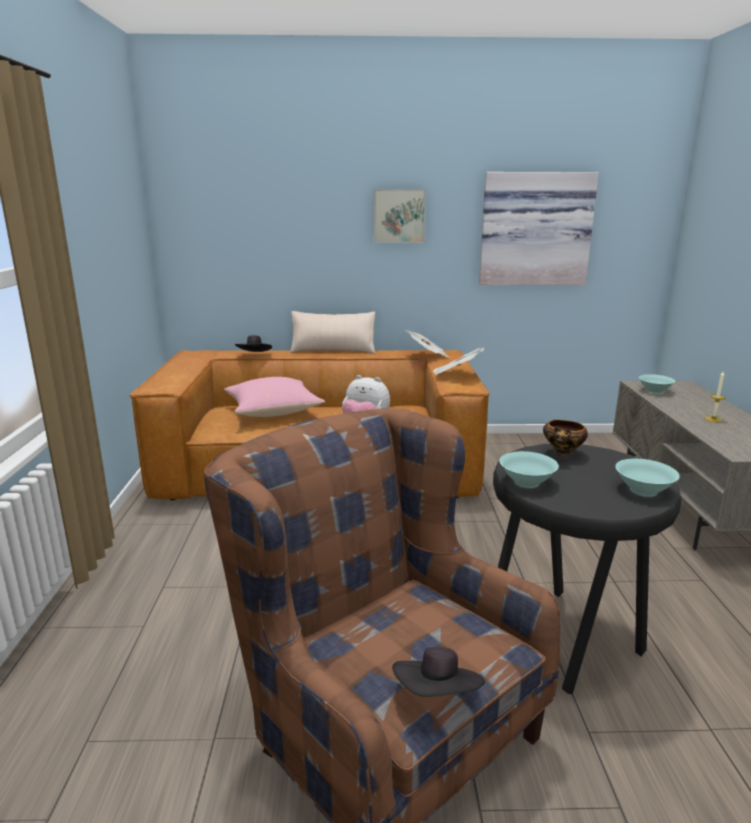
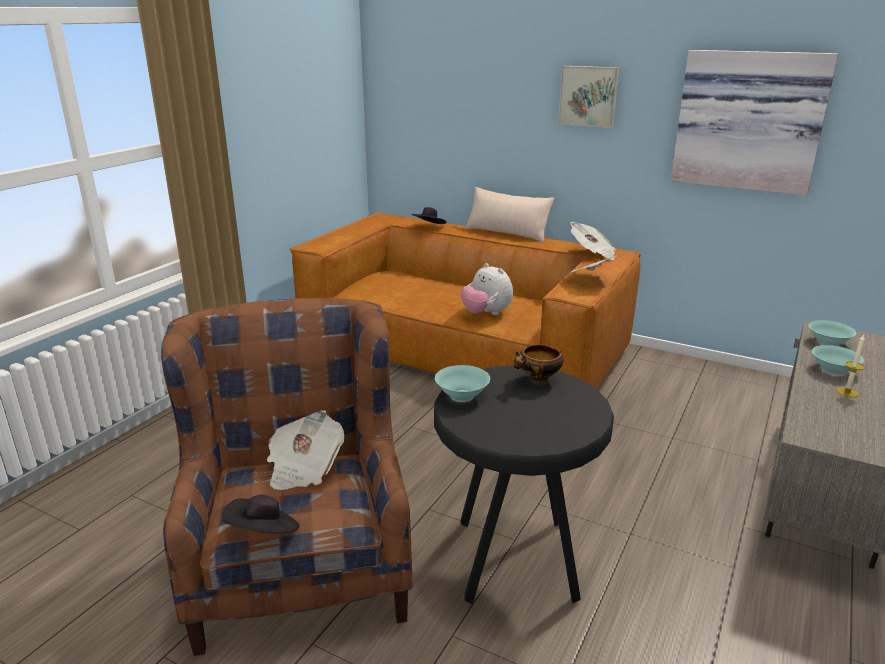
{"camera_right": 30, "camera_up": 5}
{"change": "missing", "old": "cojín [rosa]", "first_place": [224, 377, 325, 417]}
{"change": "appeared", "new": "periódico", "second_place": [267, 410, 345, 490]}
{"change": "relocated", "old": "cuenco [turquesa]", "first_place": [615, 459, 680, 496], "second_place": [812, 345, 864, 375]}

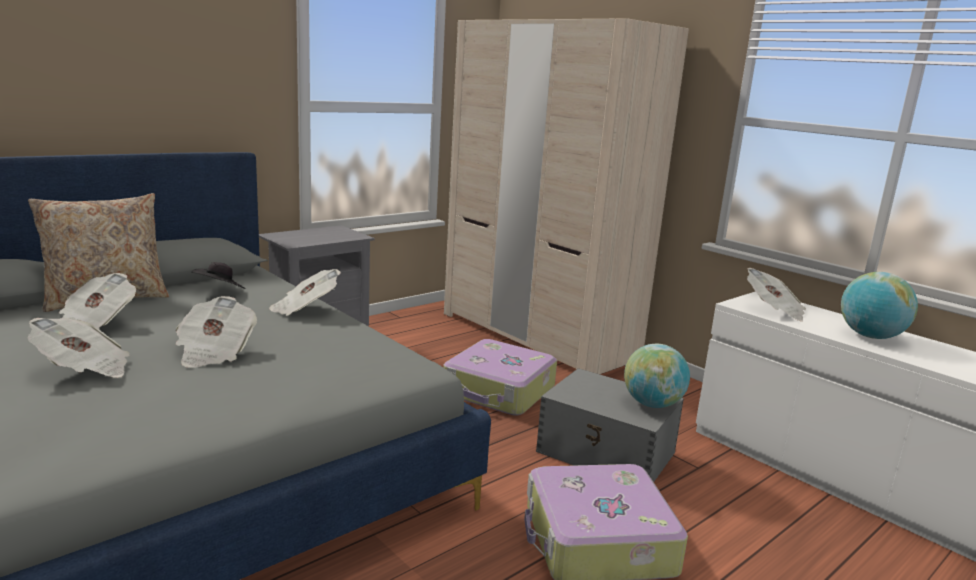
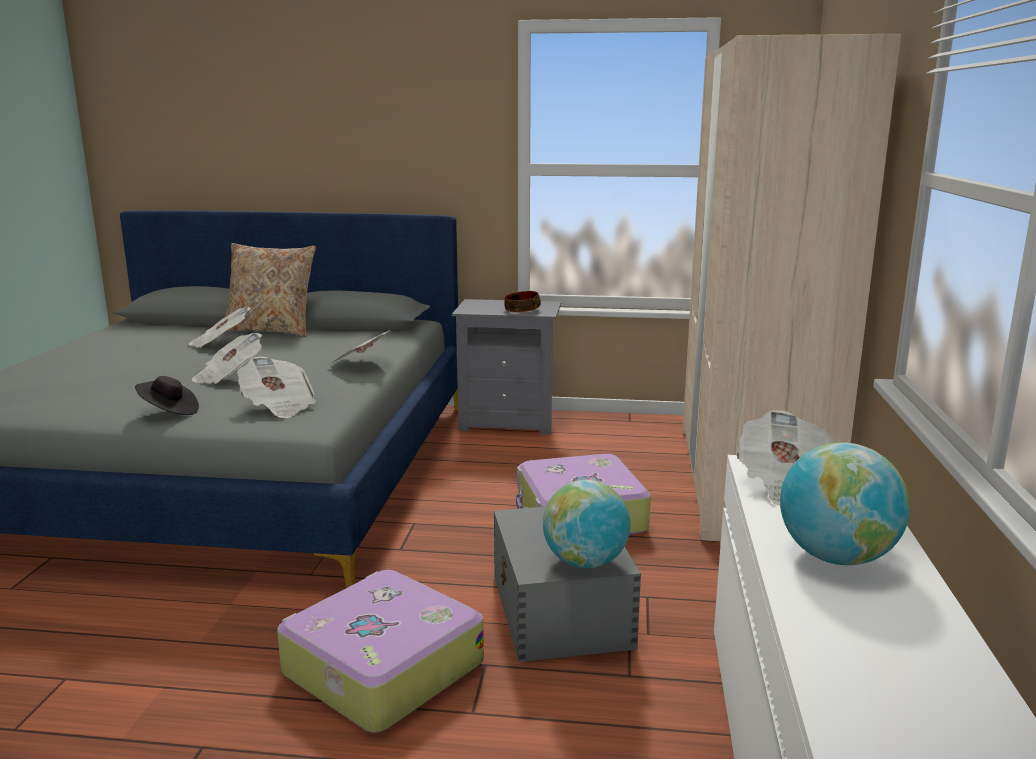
{"camera_right": 50, "camera_up": 0}
{"change": "appeared", "new": "cuenco", "second_place": [504, 291, 541, 312]}
{"change": "relocated", "old": "periódico", "first_place": [27, 318, 130, 378], "second_place": [237, 356, 316, 418]}
{"change": "relocated", "old": "sombrero [negro]", "first_place": [191, 262, 246, 289], "second_place": [135, 376, 199, 415]}

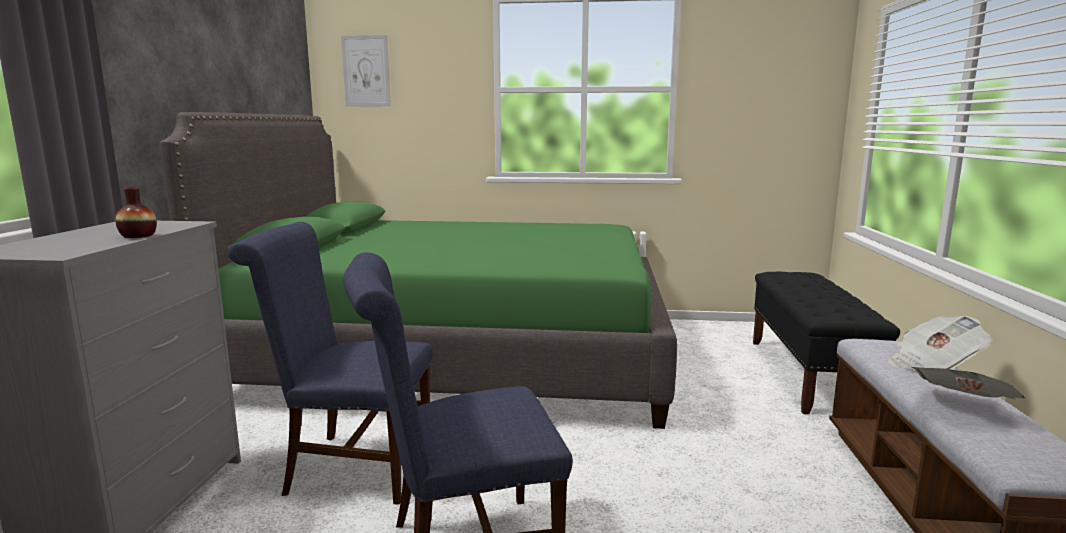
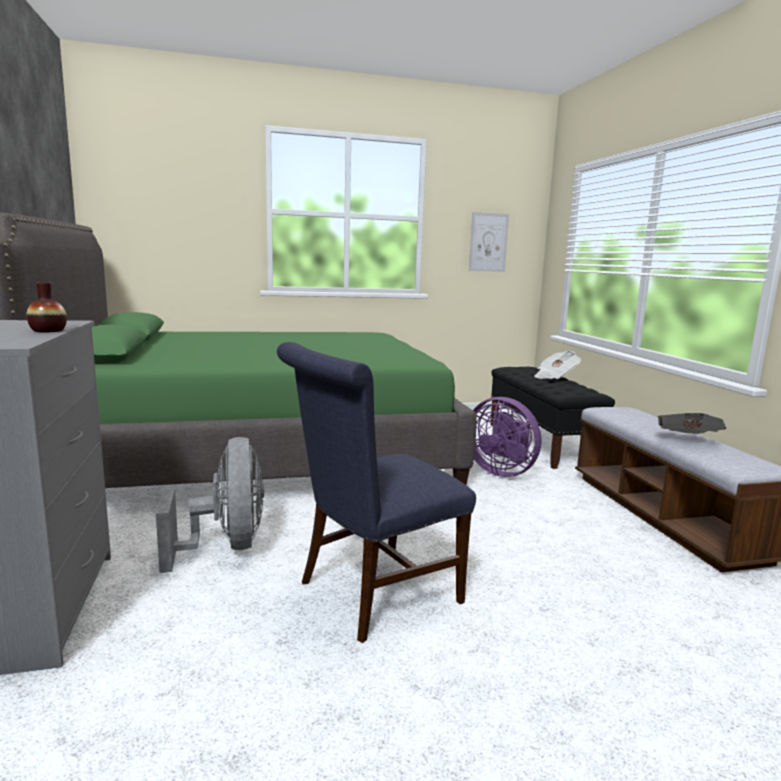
{"camera_right": -20, "camera_up": 0}
{"change": "appeared", "new": "ventilador [morado]", "second_place": [473, 397, 541, 477]}
{"change": "relocated", "old": "cuadro", "first_place": [341, 35, 391, 106], "second_place": [469, 212, 509, 272]}
{"change": "relocated", "old": "periódico", "first_place": [888, 316, 992, 371], "second_place": [535, 351, 581, 379]}
{"change": "exchanged", "old": "silla [azul]", "new": "ventilador [gris]", "first_place": [228, 222, 433, 505], "second_place": [156, 437, 264, 573]}

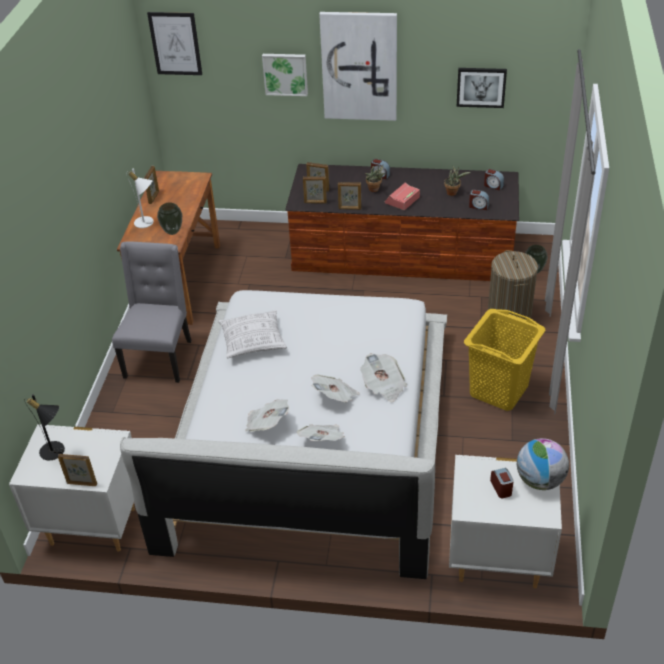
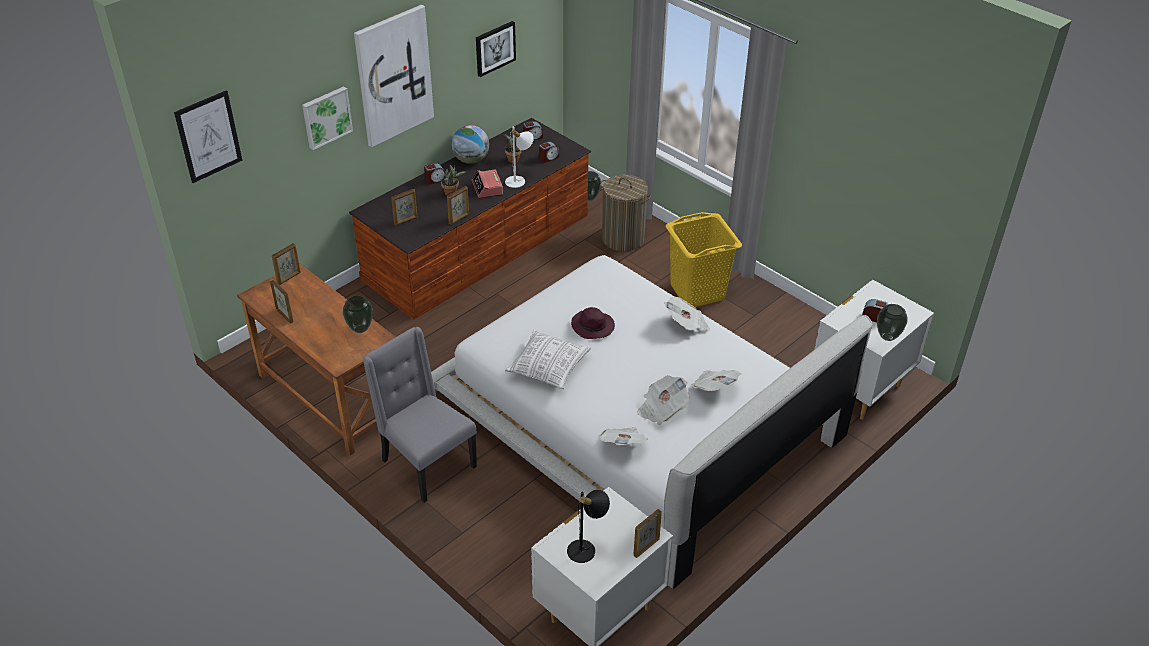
{"camera_right": -55, "camera_up": 0}
{"change": "appeared", "new": "sombrero [morado]", "second_place": [571, 307, 615, 339]}
{"change": "appeared", "new": "florero", "second_place": [877, 304, 907, 341]}
{"change": "relocated", "old": "lámpara de mesa [blanco]", "first_place": [126, 169, 154, 228], "second_place": [505, 127, 534, 188]}
{"change": "relocated", "old": "portarretratos", "first_place": [303, 176, 327, 203], "second_place": [272, 243, 301, 285]}
{"change": "relocated", "old": "periódico", "first_place": [311, 374, 360, 403], "second_place": [598, 427, 648, 445]}
{"change": "relocated", "old": "globo terráqueo", "first_place": [517, 438, 569, 490], "second_place": [451, 125, 489, 164]}

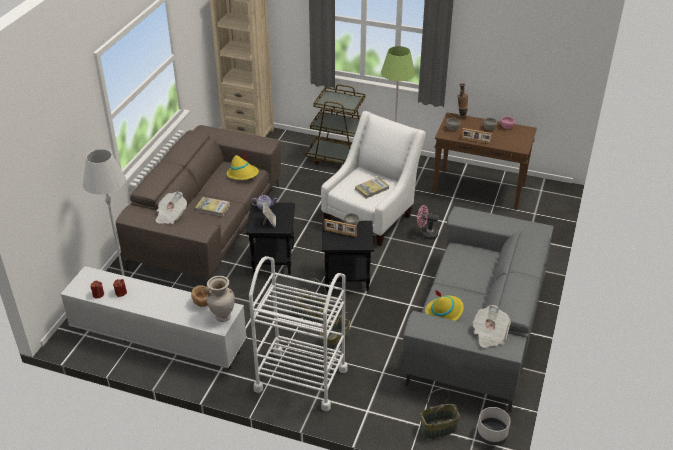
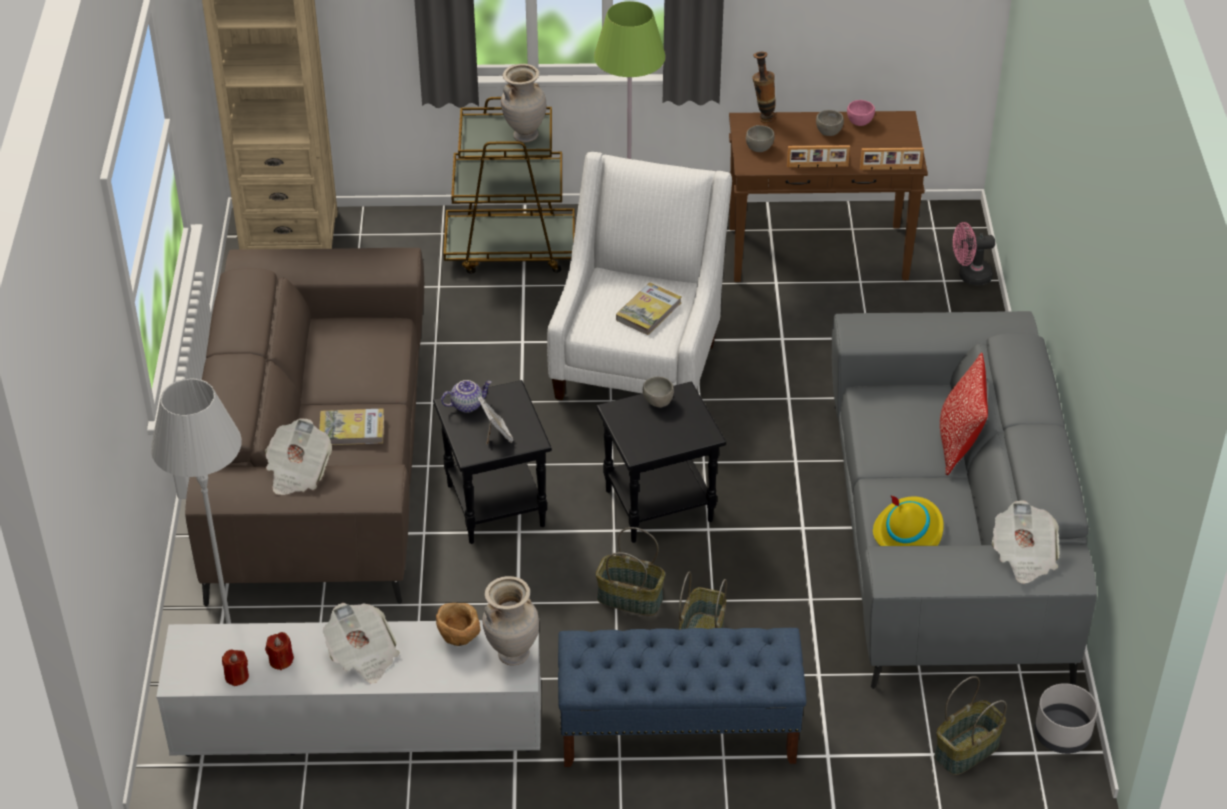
{"camera_right": -20, "camera_up": 5}
{"change": "missing", "old": "sombrero [amarillo]", "first_place": [227, 150, 259, 180]}
{"change": "appeared", "new": "periódico", "second_place": [323, 603, 400, 683]}
{"change": "appeared", "new": "florero [beis]", "second_place": [501, 64, 546, 142]}
{"change": "appeared", "new": "cojín", "second_place": [940, 352, 988, 476]}
{"change": "relocated", "old": "portarretratos", "first_place": [324, 219, 357, 237], "second_place": [860, 148, 924, 170]}
{"change": "relocated", "old": "ventilador [rosa]", "first_place": [417, 205, 439, 240], "second_place": [953, 222, 995, 285]}
{"change": "exchanged", "old": "carrito [blanco]", "new": "banco [azul]", "first_place": [249, 256, 348, 411], "second_place": [558, 628, 806, 767]}

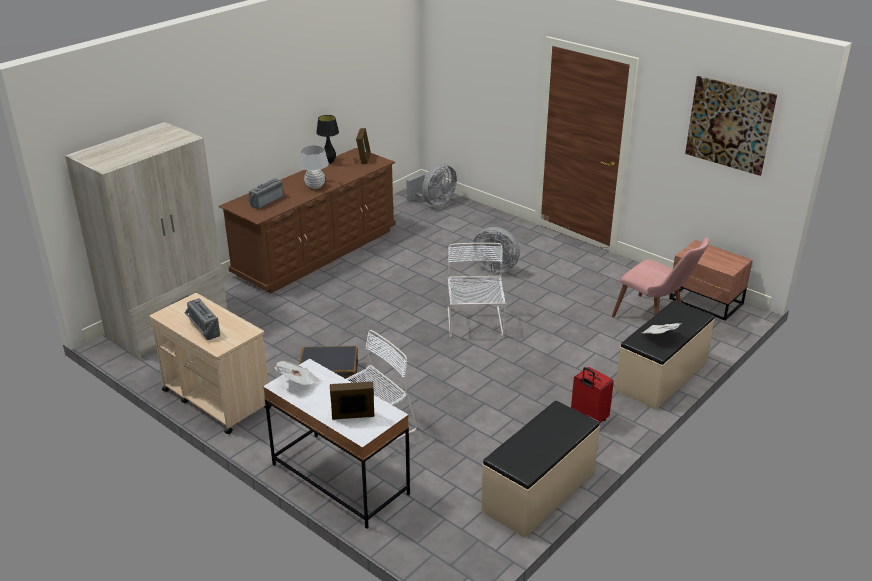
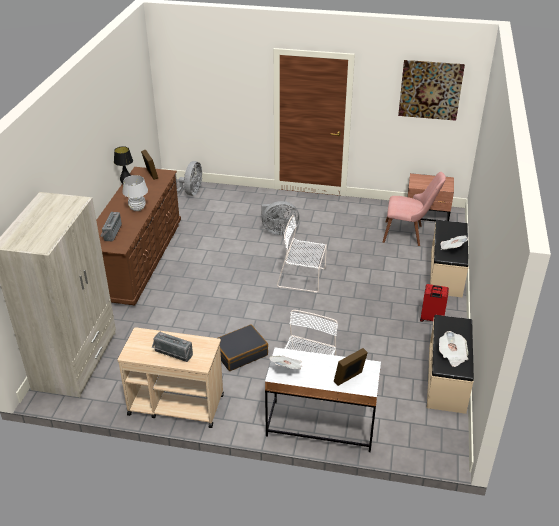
{"camera_right": -30, "camera_up": 5}
{"change": "appeared", "new": "periódico", "second_place": [439, 331, 468, 367]}
{"change": "spun", "old": "silla [blanco]", "first_place": [447, 243, 506, 337], "second_place": [277, 215, 327, 293], "degrees": -45}

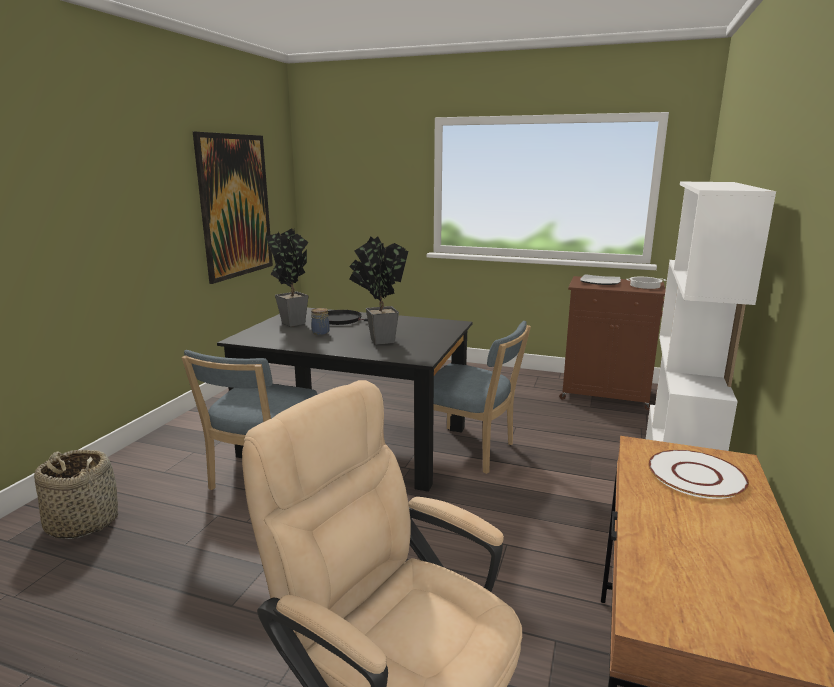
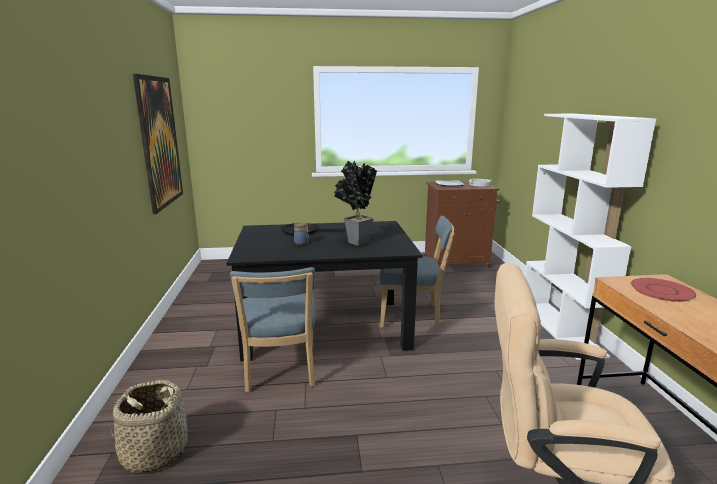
{"camera_right": -25, "camera_up": 0}
{"change": "missing", "old": "planta en maceta", "first_place": [266, 229, 309, 327]}
{"change": "colour", "old": "plato [blanco]", "new": "plato [rojo]", "first_place": [648, 450, 749, 499], "second_place": [631, 278, 696, 302]}

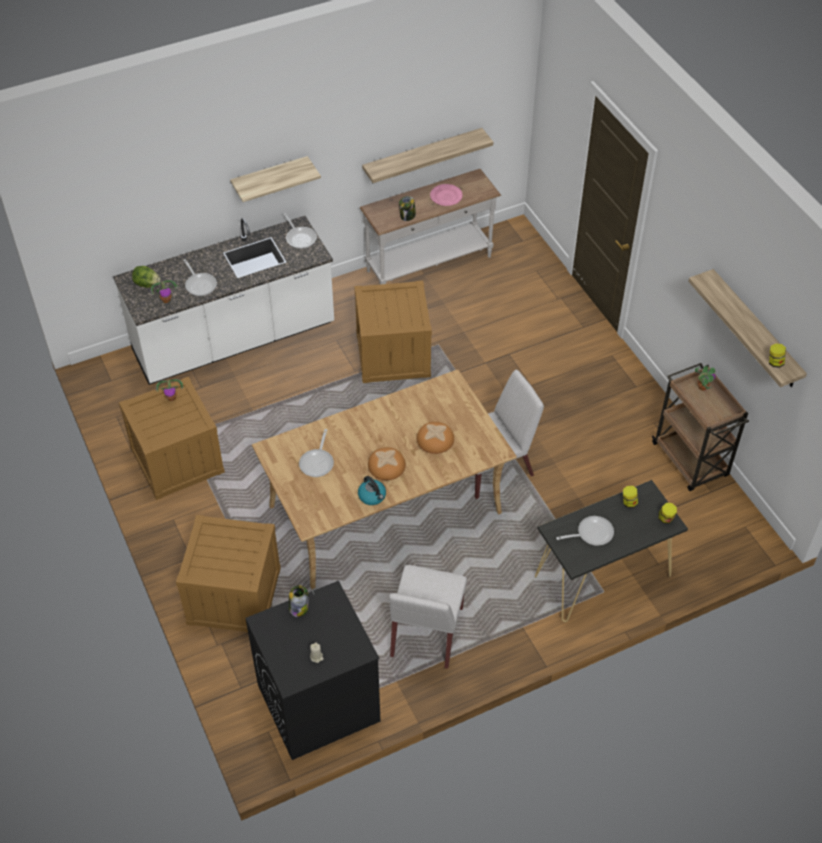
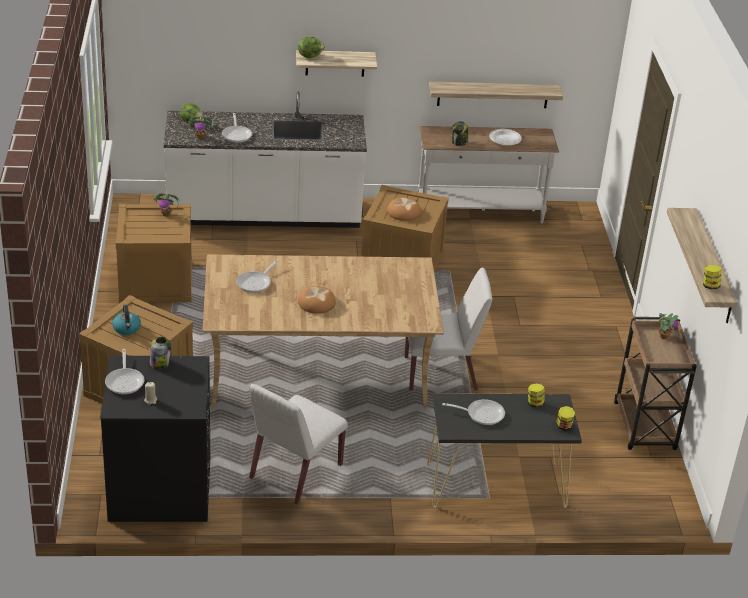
{"camera_right": 20, "camera_up": -15}
{"change": "appeared", "new": "lechuga", "second_place": [298, 36, 325, 58]}
{"change": "relocated", "old": "sartén", "first_place": [283, 214, 317, 249], "second_place": [105, 349, 145, 394]}
{"change": "relocated", "old": "hervidor", "first_place": [358, 476, 386, 505], "second_place": [113, 305, 141, 335]}
{"change": "relocated", "old": "pan", "first_place": [417, 422, 454, 454], "second_place": [387, 197, 421, 221]}
{"change": "colour", "old": "plato [rosa]", "new": "plato [blanco]", "first_place": [430, 184, 463, 206], "second_place": [489, 129, 522, 145]}

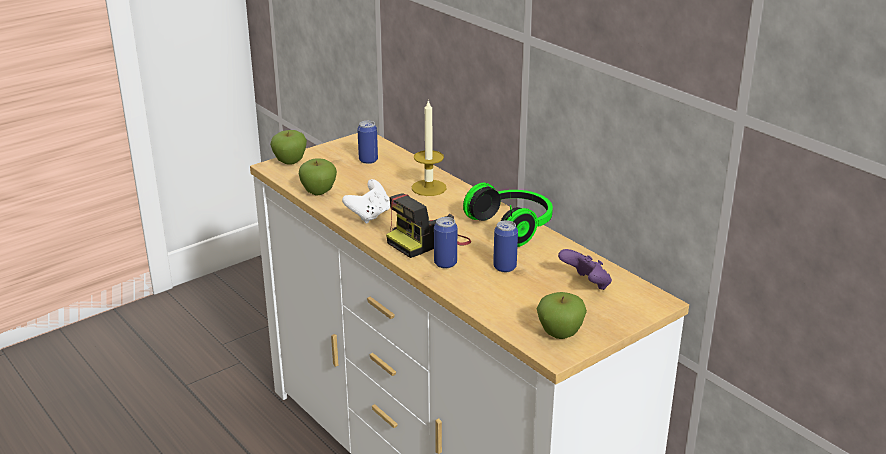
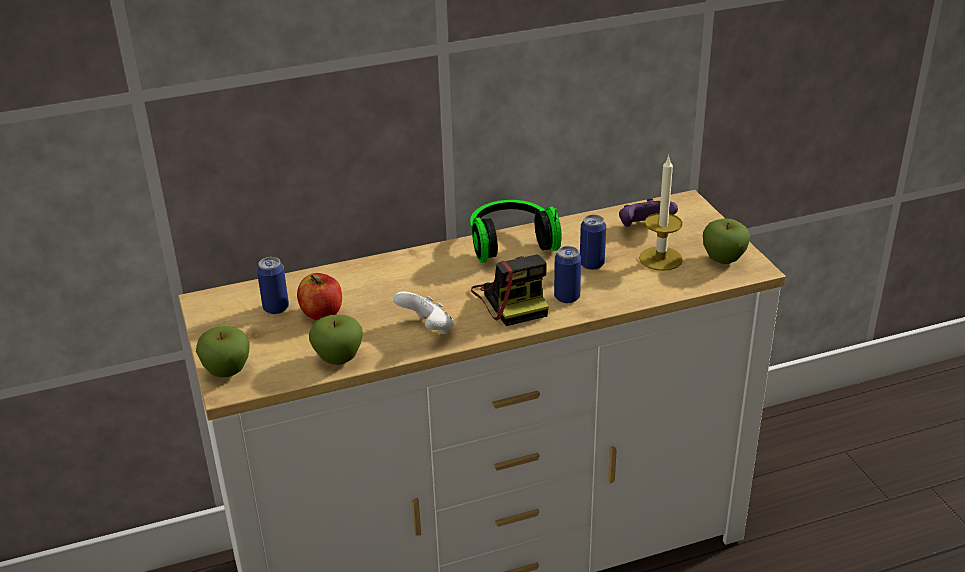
{"camera_right": -70, "camera_up": 5}
{"change": "appeared", "new": "manzana", "second_place": [297, 273, 342, 320]}
{"change": "relocated", "old": "vela", "first_place": [412, 99, 446, 196], "second_place": [639, 155, 683, 271]}

